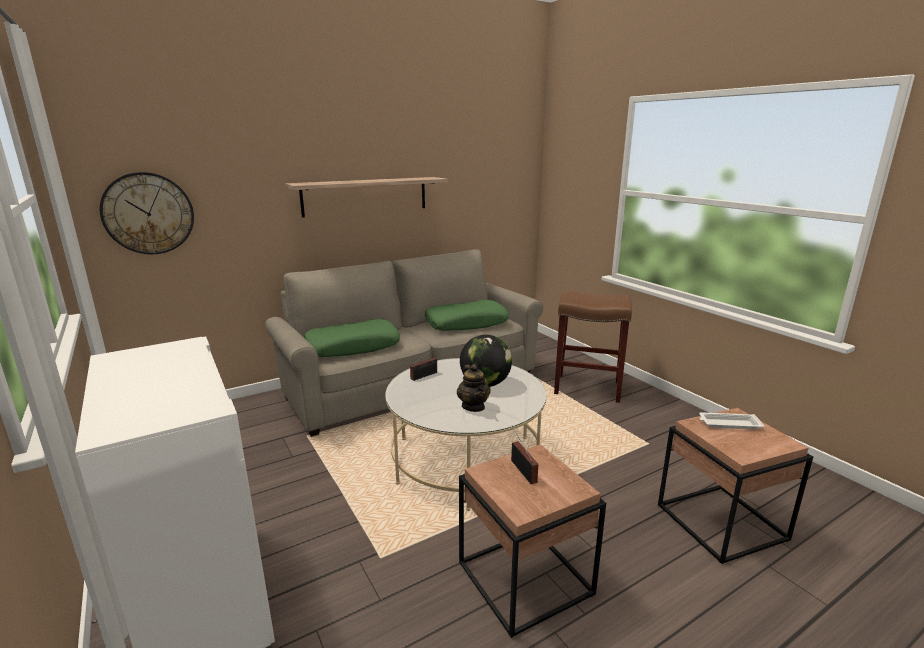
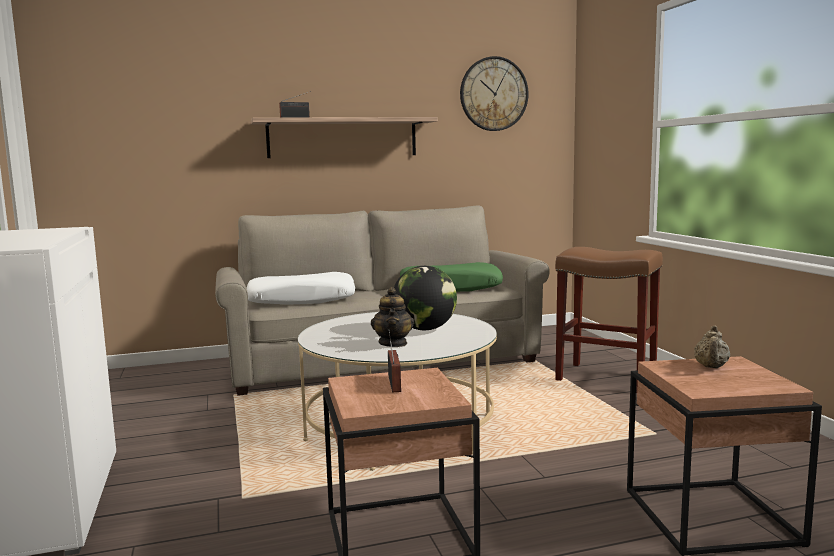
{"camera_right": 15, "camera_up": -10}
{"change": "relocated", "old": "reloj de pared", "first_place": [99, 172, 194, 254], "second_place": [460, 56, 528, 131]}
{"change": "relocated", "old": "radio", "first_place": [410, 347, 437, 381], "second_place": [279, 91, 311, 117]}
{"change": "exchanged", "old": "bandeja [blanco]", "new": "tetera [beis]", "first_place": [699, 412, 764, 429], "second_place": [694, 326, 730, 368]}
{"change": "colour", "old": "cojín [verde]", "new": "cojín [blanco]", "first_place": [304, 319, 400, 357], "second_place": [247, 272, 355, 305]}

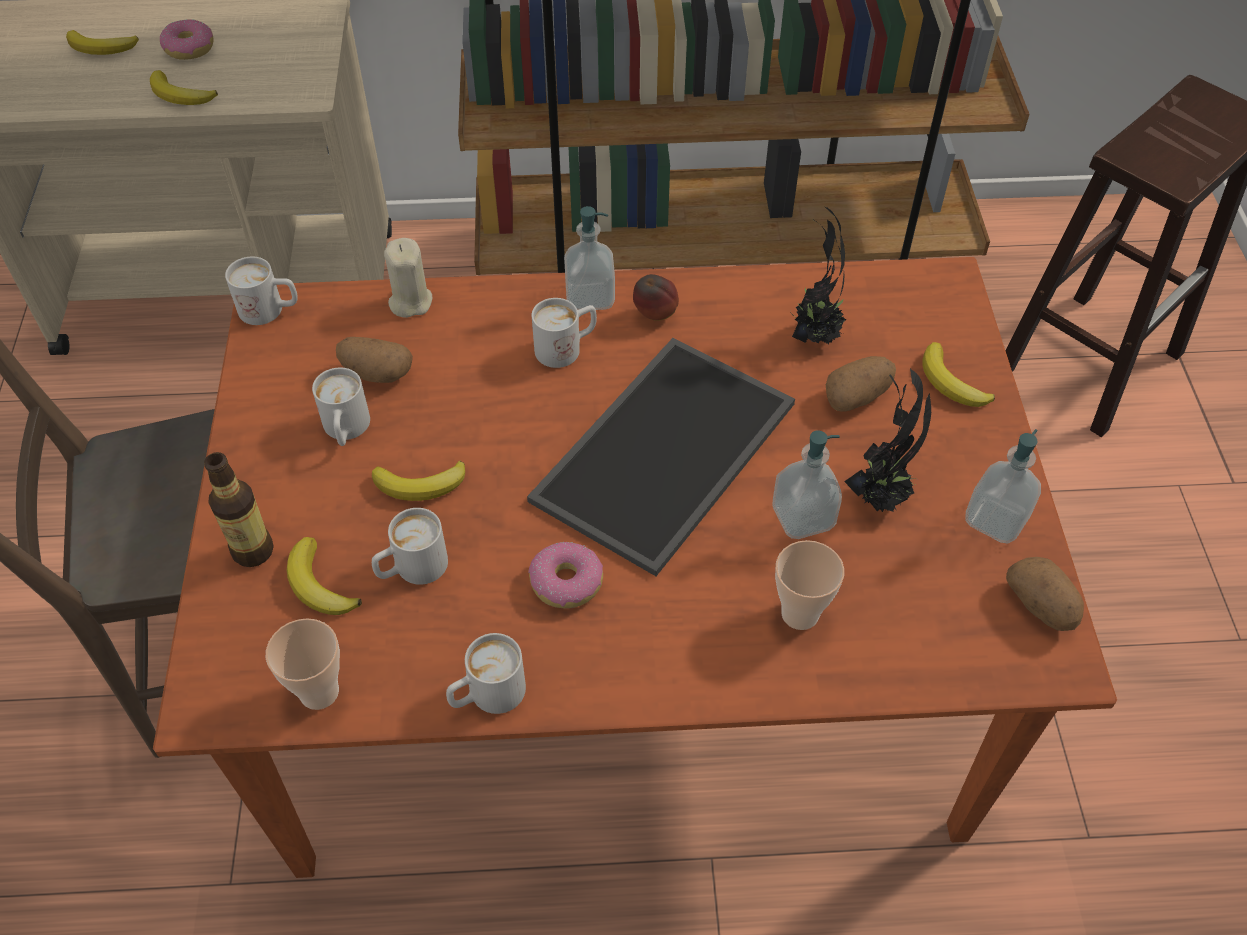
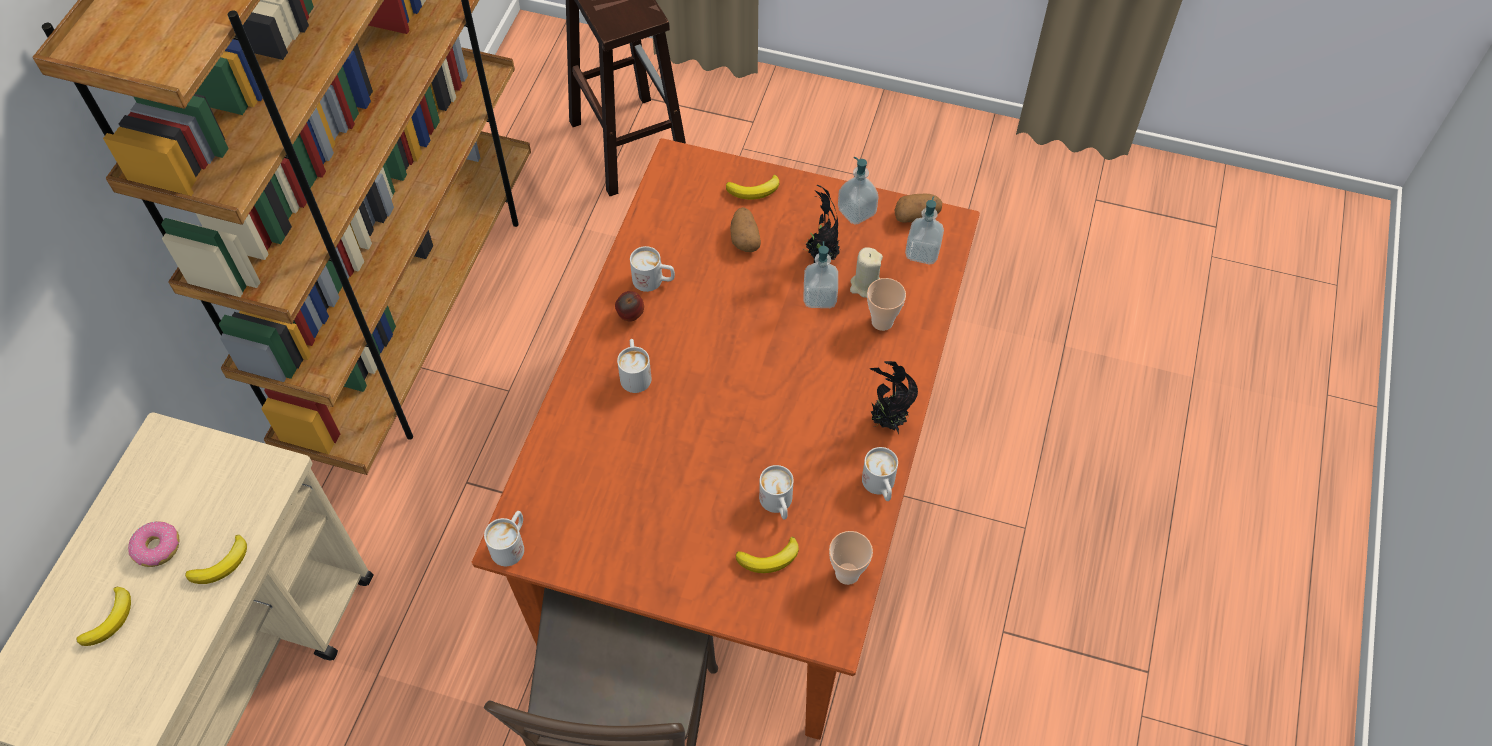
{"camera_right": -70, "camera_up": 5}
{"change": "missing", "old": "botella", "first_place": [204, 452, 274, 567]}
{"change": "missing", "old": "patata", "first_place": [336, 337, 413, 383]}
{"change": "missing", "old": "plátano", "first_place": [372, 460, 465, 501]}
{"change": "missing", "old": "bandeja", "first_place": [527, 338, 795, 576]}
{"change": "missing", "old": "rosquilla", "first_place": [528, 542, 603, 608]}
{"change": "relocated", "old": "taza grande [blanco]", "first_place": [312, 367, 370, 446], "second_place": [630, 246, 675, 292]}
{"change": "relocated", "old": "vela [beis]", "first_place": [384, 238, 432, 318], "second_place": [850, 247, 883, 298]}
{"change": "relocated", "old": "dispensador de jabón", "first_place": [564, 206, 615, 310], "second_place": [905, 196, 944, 264]}
{"change": "relocated", "old": "planta en maceta", "first_place": [790, 206, 847, 344], "second_place": [869, 361, 918, 434]}

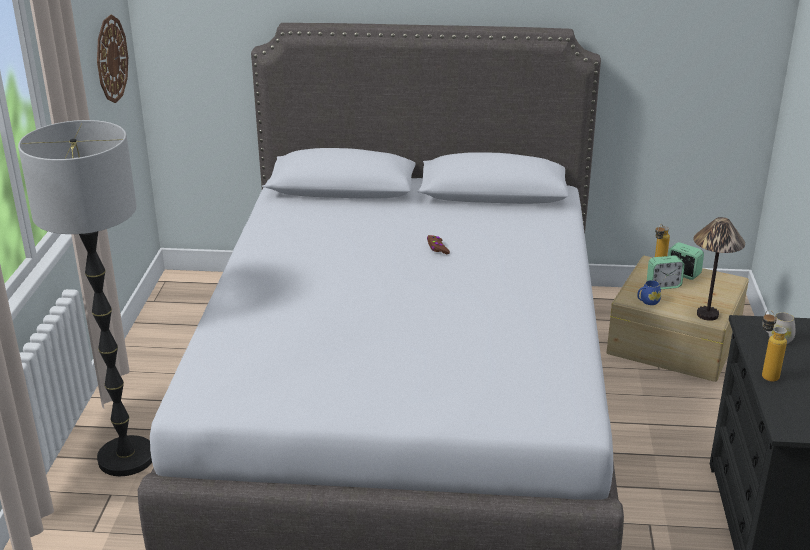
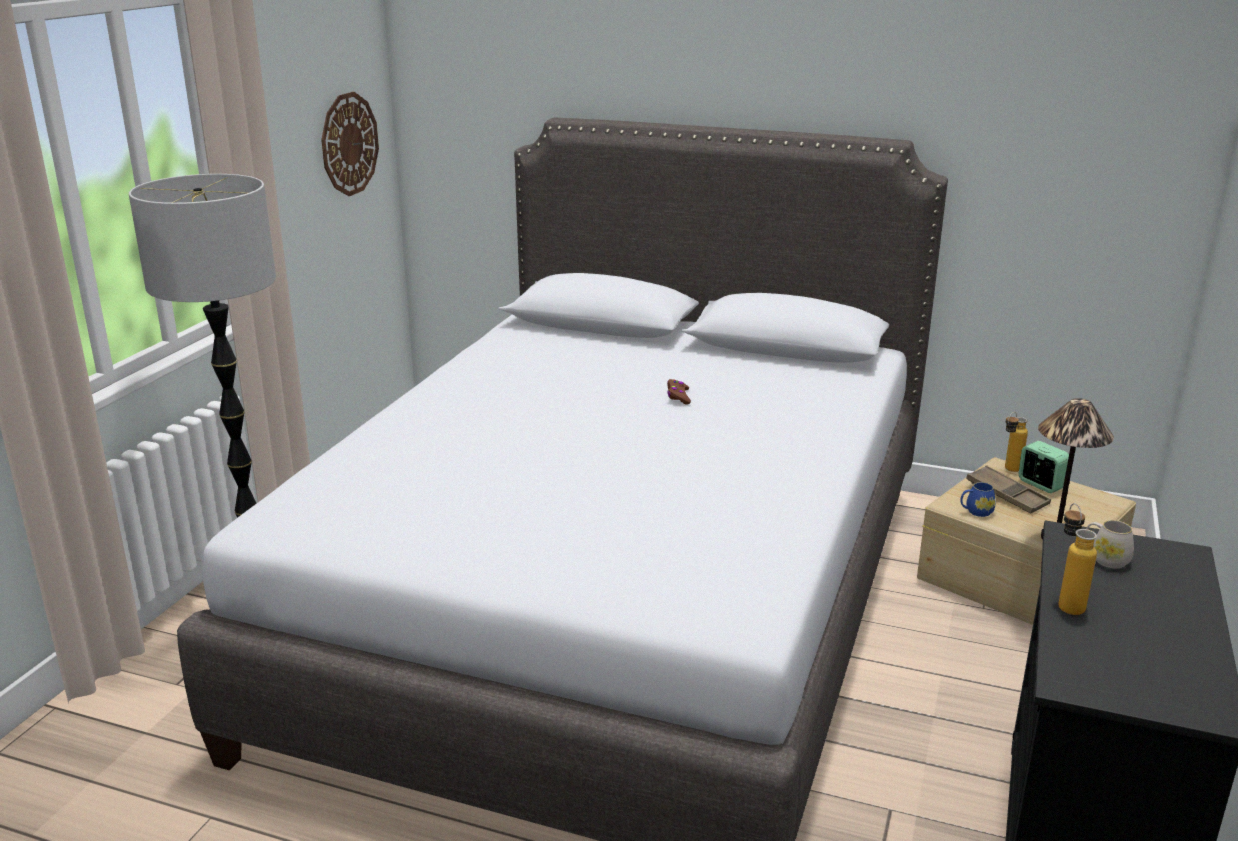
{"camera_right": 15, "camera_up": -5}
{"change": "exchanged", "old": "despertador", "new": "bandeja [marrón]", "first_place": [647, 255, 685, 289], "second_place": [966, 465, 1051, 513]}

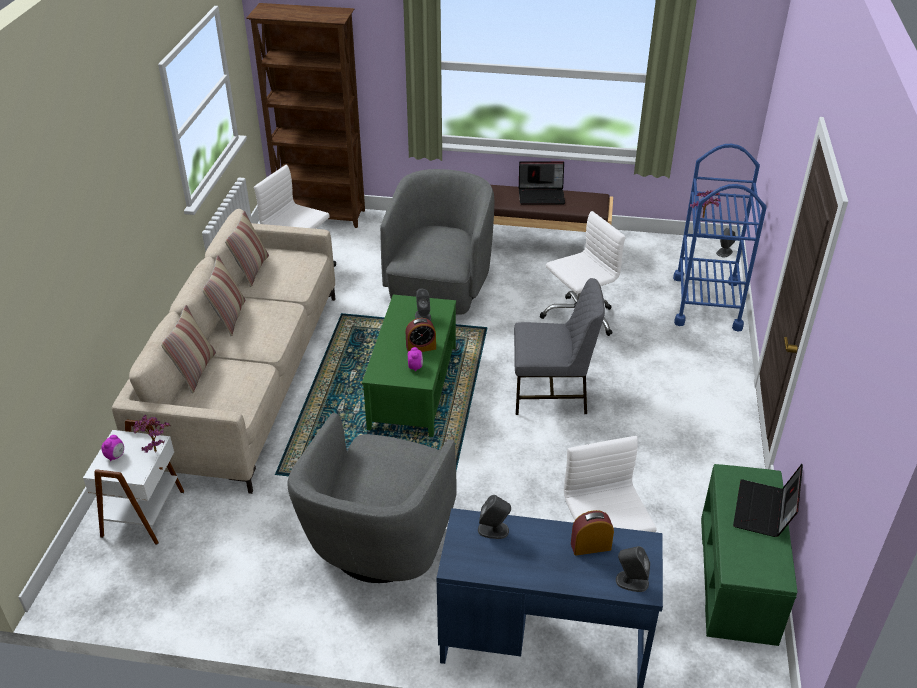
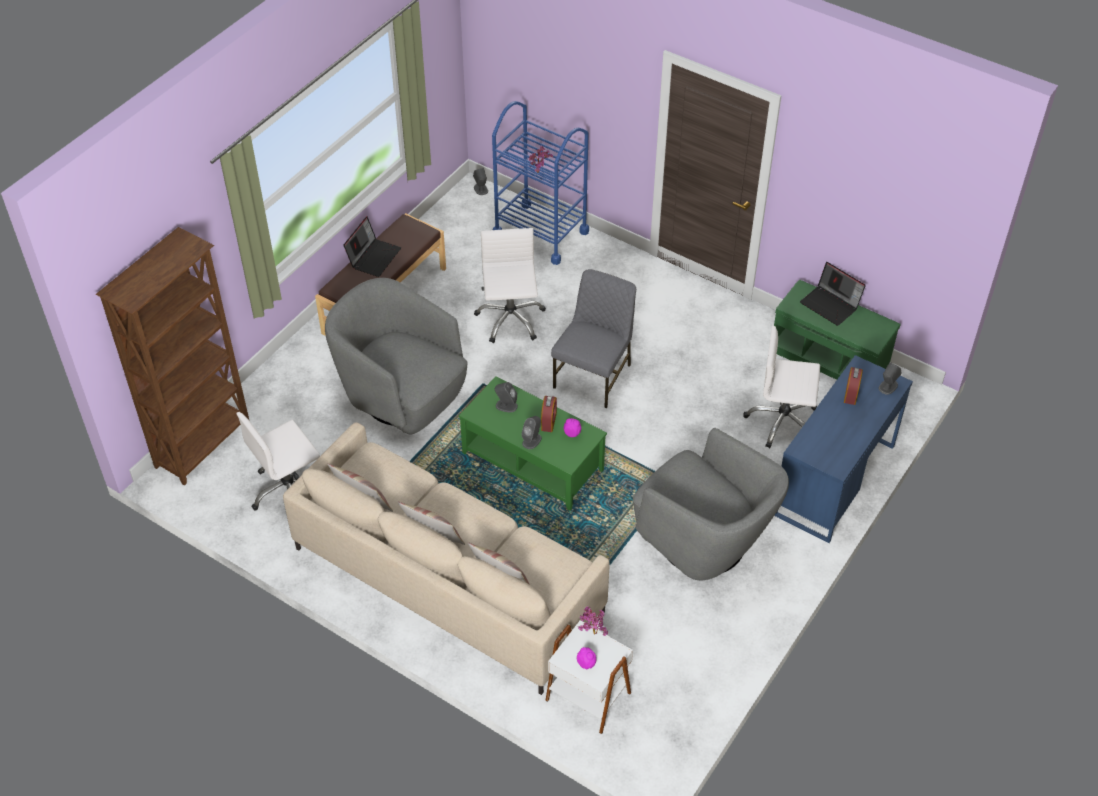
{"camera_right": -65, "camera_up": 10}
{"change": "relocated", "old": "altavoz [gris]", "first_place": [478, 495, 511, 539], "second_place": [521, 416, 542, 449]}

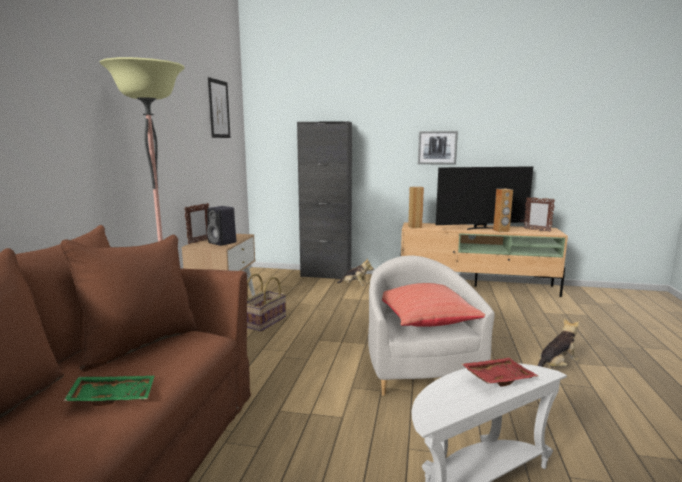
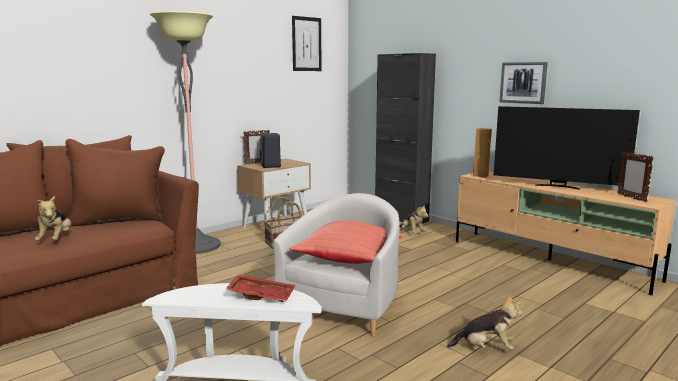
{"camera_right": 35, "camera_up": 0}
{"change": "missing", "old": "altavoz [marrón]", "first_place": [493, 189, 513, 232]}
{"change": "exchanged", "old": "bandeja [verde]", "new": "peluche", "first_place": [64, 376, 154, 406], "second_place": [35, 196, 72, 240]}

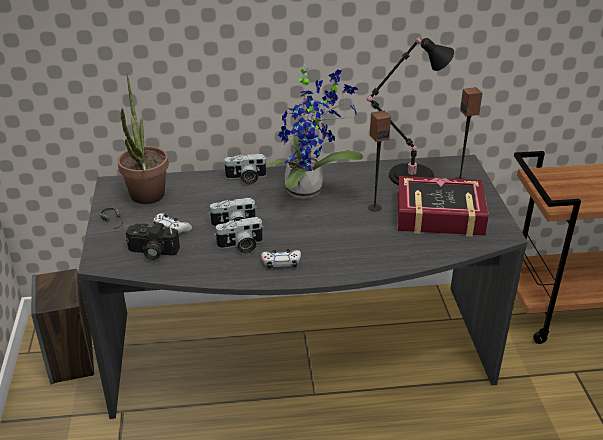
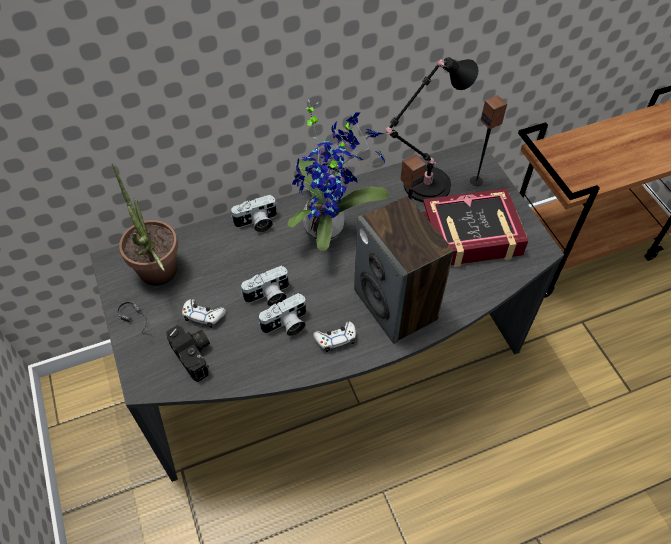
{"camera_right": -15, "camera_up": 20}
{"change": "relocated", "old": "altavoz", "first_place": [31, 269, 94, 384], "second_place": [354, 196, 454, 344]}
{"change": "spun", "old": "cámara", "first_place": [126, 223, 180, 260], "second_place": [166, 325, 210, 382], "degrees": -120}

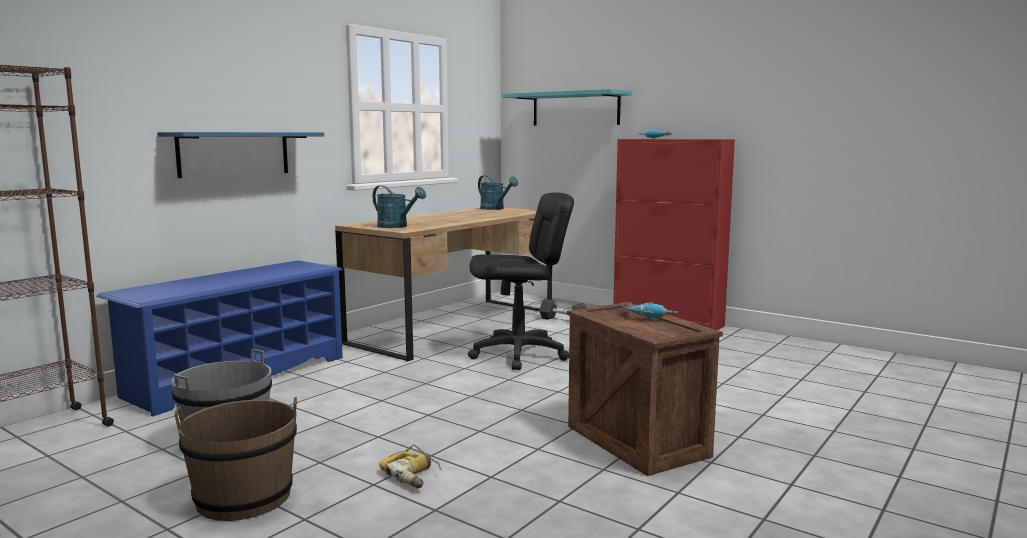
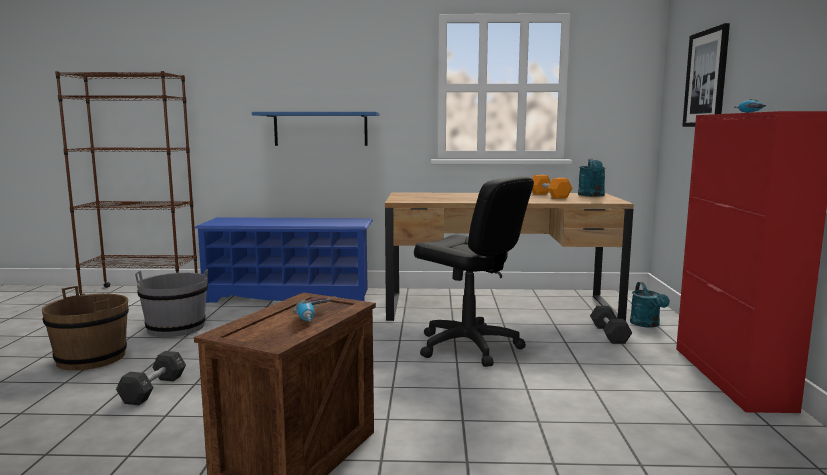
{"camera_right": 55, "camera_up": 0}
{"change": "appeared", "new": "mancuerna [naranja]", "second_place": [532, 175, 572, 199]}
{"change": "relocated", "old": "regadera [turquesa]", "first_place": [373, 185, 426, 228], "second_place": [630, 282, 670, 328]}
{"change": "exchanged", "old": "taladro", "new": "mancuerna [negro]", "first_place": [379, 444, 442, 489], "second_place": [116, 351, 186, 405]}
{"change": "exchanged", "old": "estante [turquesa]", "new": "cuadro", "first_place": [503, 89, 632, 126], "second_place": [682, 23, 730, 127]}

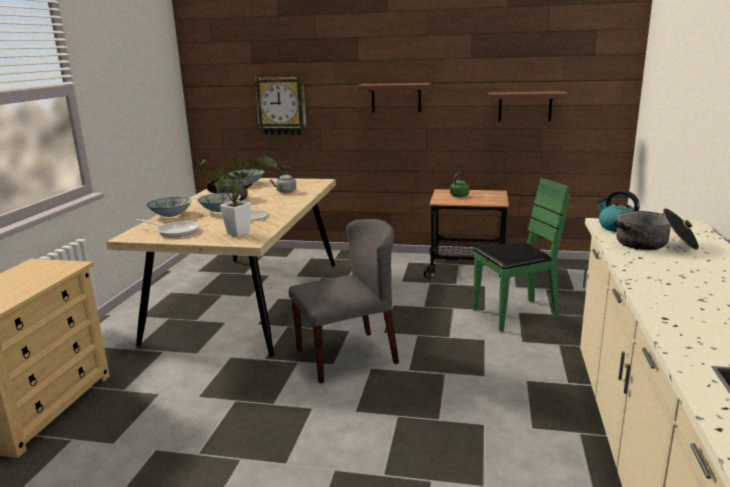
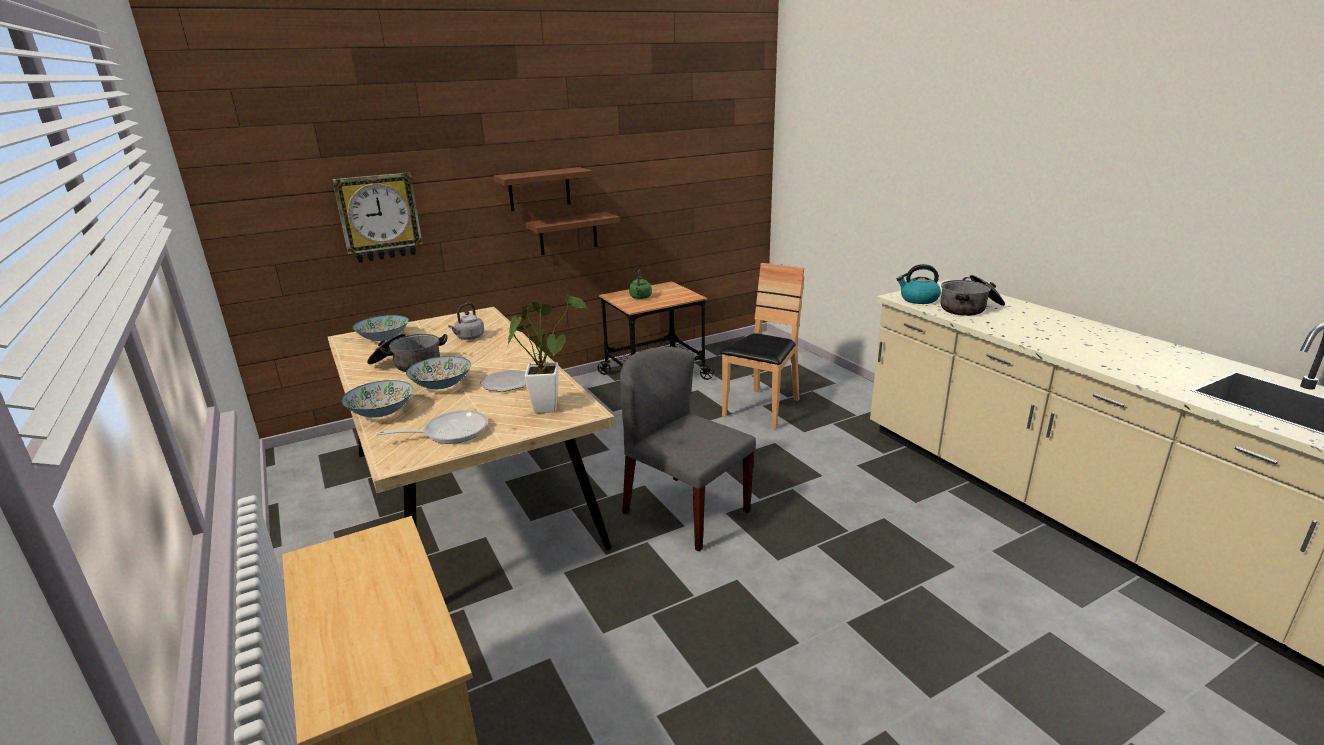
{"camera_right": -40, "camera_up": 5}
{"change": "relocated", "old": "estante [marrón]", "first_place": [488, 91, 568, 121], "second_place": [526, 212, 620, 255]}
{"change": "colour", "old": "silla [verde]", "new": "silla [marrón]", "first_place": [473, 178, 570, 332], "second_place": [720, 263, 805, 430]}
{"change": "spun", "old": "silla [gris]", "first_place": [289, 219, 399, 383], "second_place": [620, 347, 756, 552], "degrees": -75}

